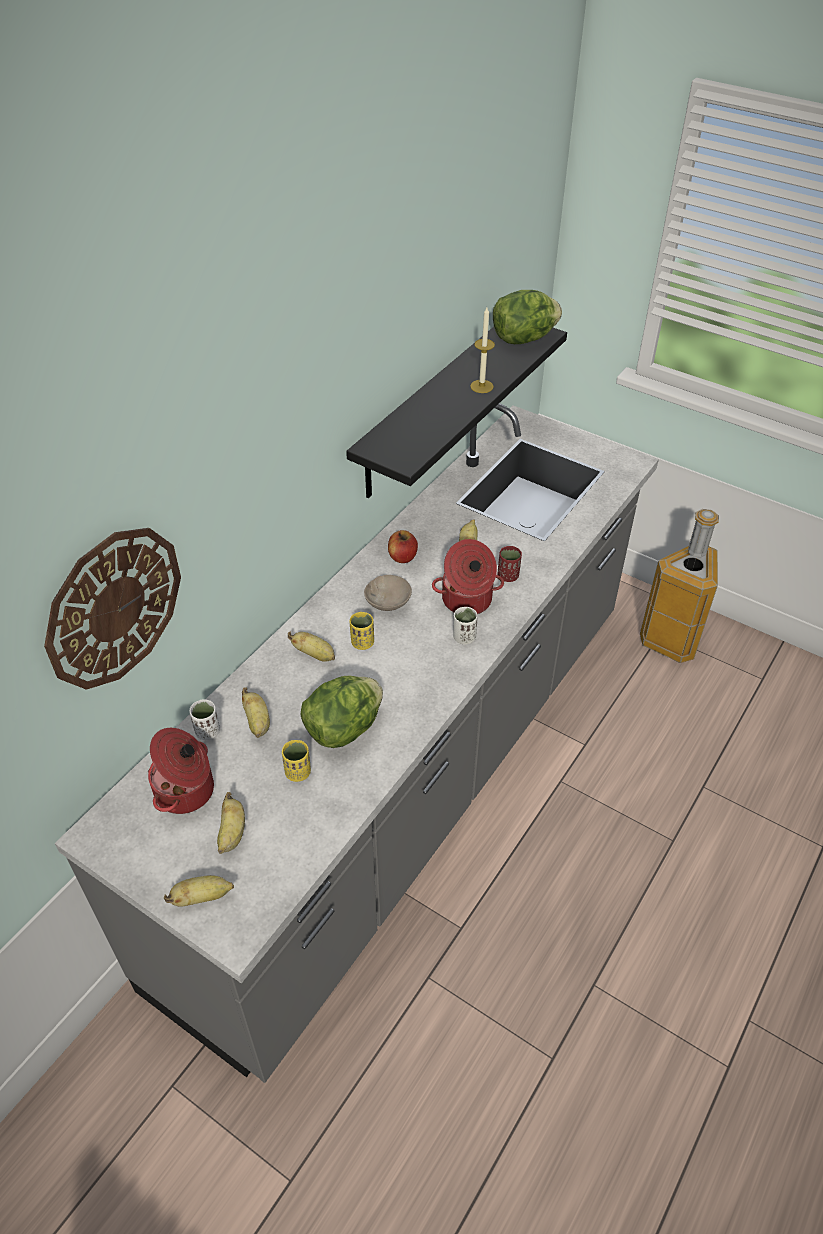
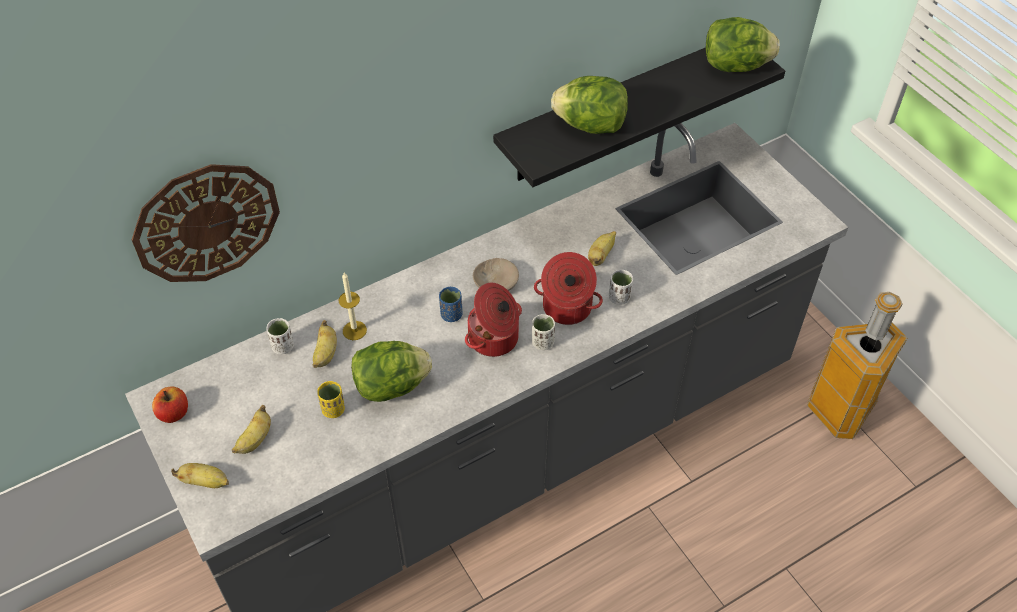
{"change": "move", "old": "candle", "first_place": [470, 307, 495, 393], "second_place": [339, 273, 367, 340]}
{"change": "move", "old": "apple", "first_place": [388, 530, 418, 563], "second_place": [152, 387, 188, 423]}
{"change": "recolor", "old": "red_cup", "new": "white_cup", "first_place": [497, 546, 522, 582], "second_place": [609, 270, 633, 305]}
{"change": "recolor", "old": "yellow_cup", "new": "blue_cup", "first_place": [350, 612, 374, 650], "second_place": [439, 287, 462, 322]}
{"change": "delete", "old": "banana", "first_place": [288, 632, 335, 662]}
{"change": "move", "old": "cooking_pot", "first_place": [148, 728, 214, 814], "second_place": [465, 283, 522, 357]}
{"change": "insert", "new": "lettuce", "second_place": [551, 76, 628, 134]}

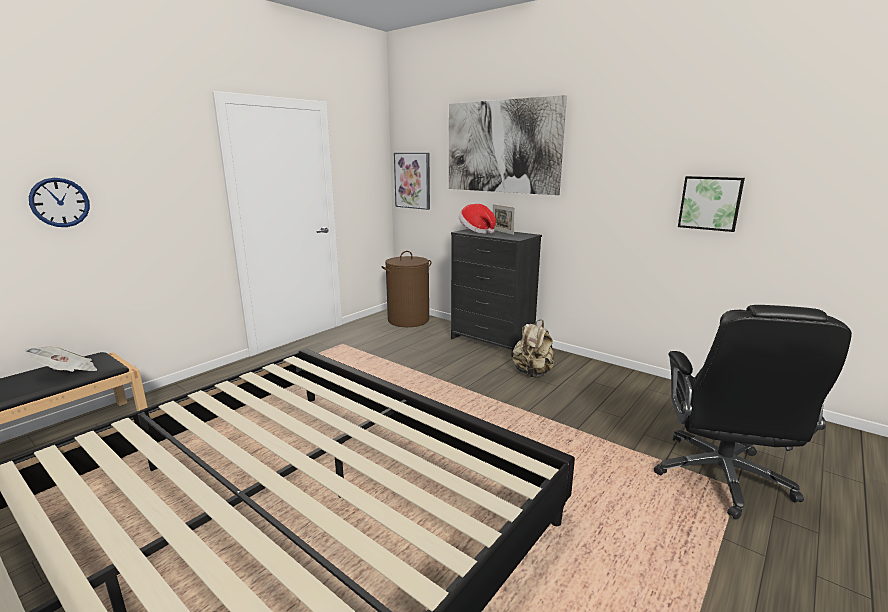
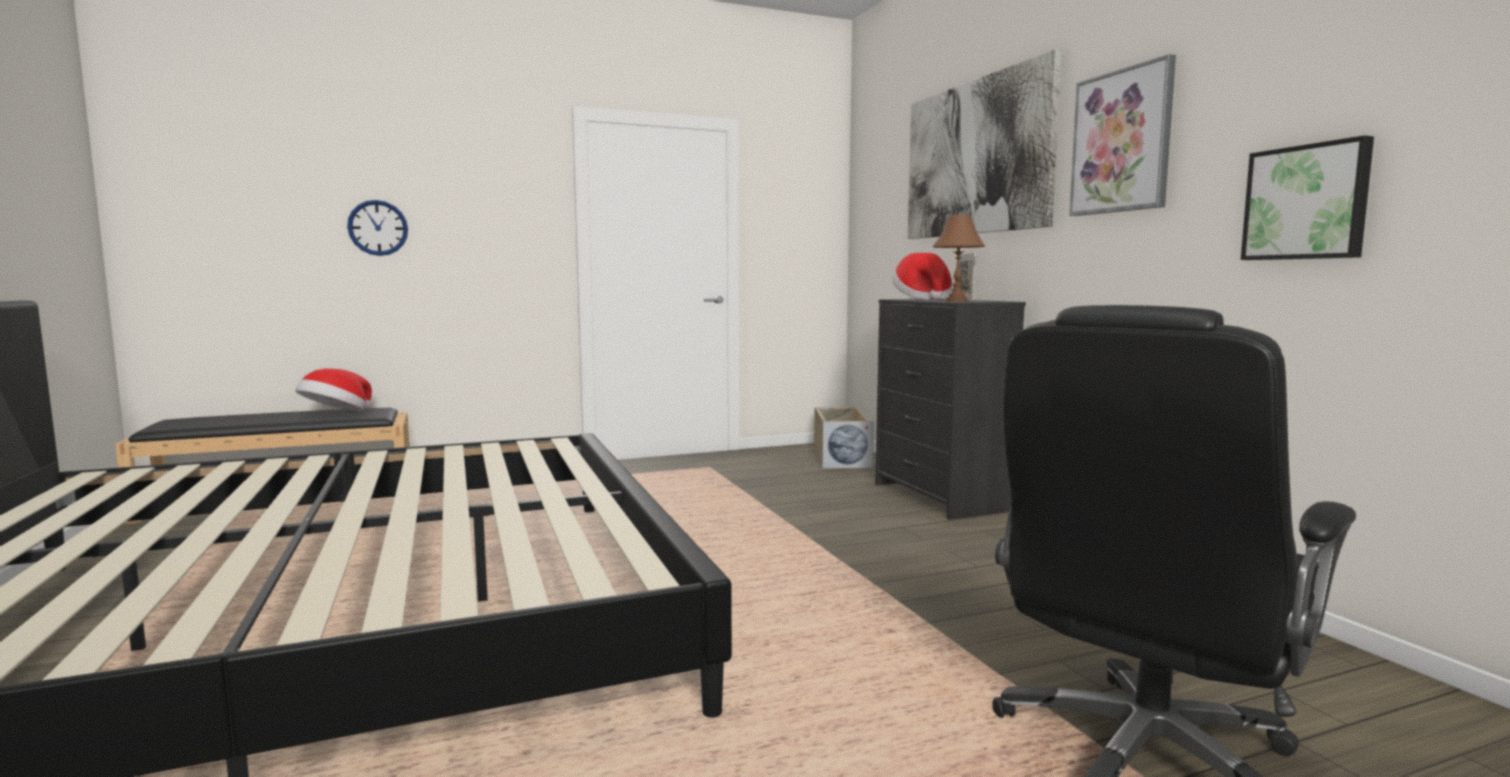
{"change": "move", "old": "picture", "first_place": [394, 153, 430, 210], "second_place": [1069, 54, 1176, 216]}
{"change": "replace", "old": "brown_laundry_basket", "new": "beige_storage_box", "first_place": [382, 251, 431, 327], "second_place": [814, 407, 874, 469]}
{"change": "delete", "old": "beige_backpack", "first_place": [512, 320, 554, 377]}
{"change": "replace", "old": "newspaper", "new": "hat", "first_place": [25, 347, 97, 372], "second_place": [295, 368, 372, 412]}
{"change": "insert", "new": "brown_table_lamp", "second_place": [933, 215, 985, 302]}

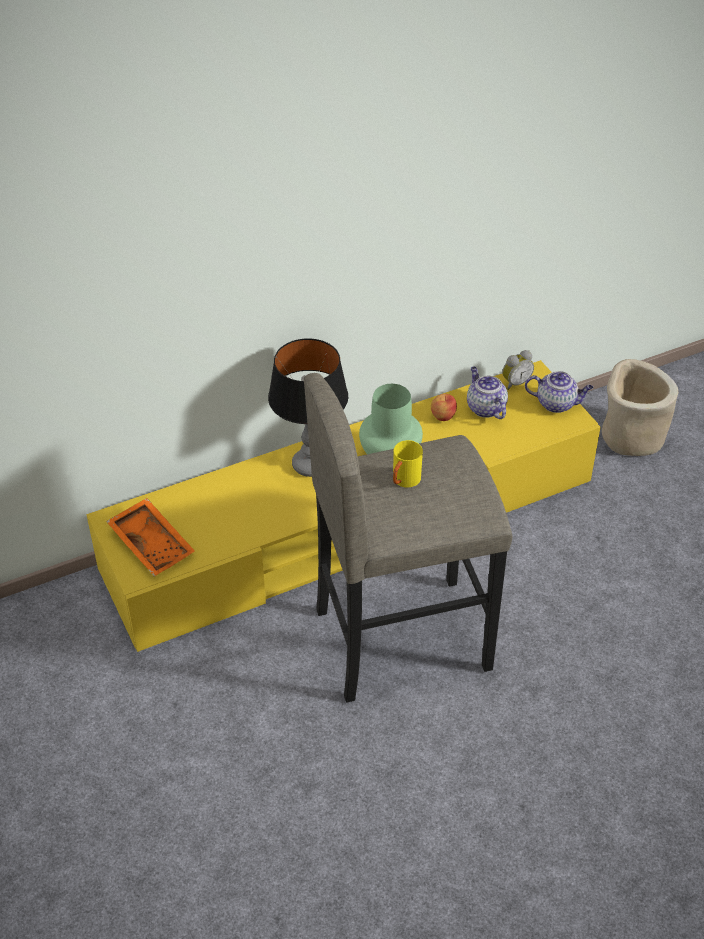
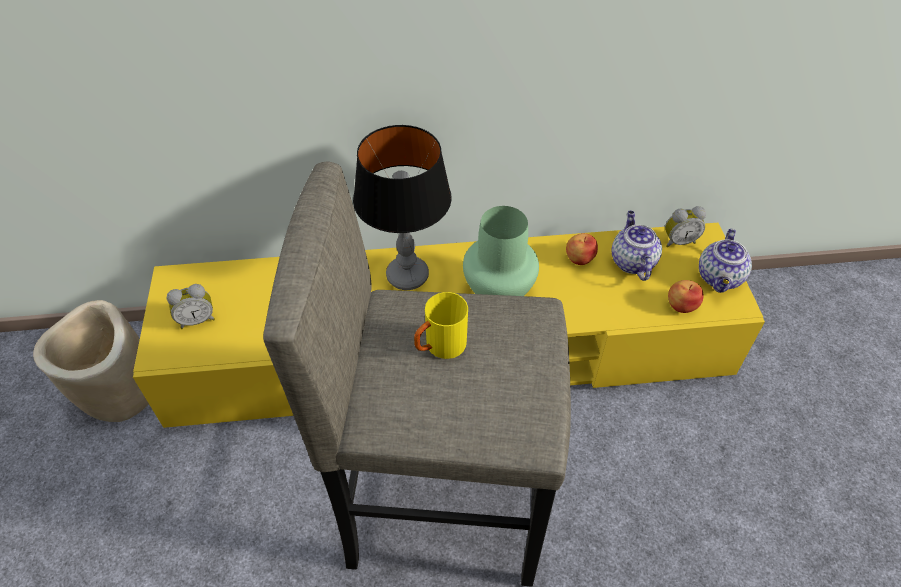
{"change": "move", "old": "beige_planter", "first_place": [602, 359, 678, 456], "second_place": [33, 300, 149, 422]}
{"change": "rotate", "old": "teapot", "first_place": [525, 371, 593, 413], "second_place": [699, 229, 752, 293], "degrees": 75}
{"change": "replace", "old": "orange_tray", "new": "alarm_clock", "first_place": [106, 498, 195, 577], "second_place": [167, 284, 215, 329]}
{"change": "insert", "new": "apple", "second_place": [668, 280, 703, 313]}

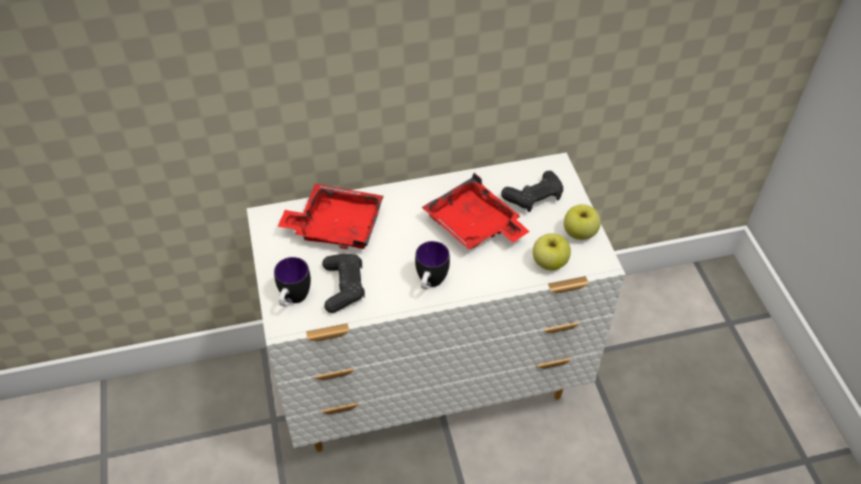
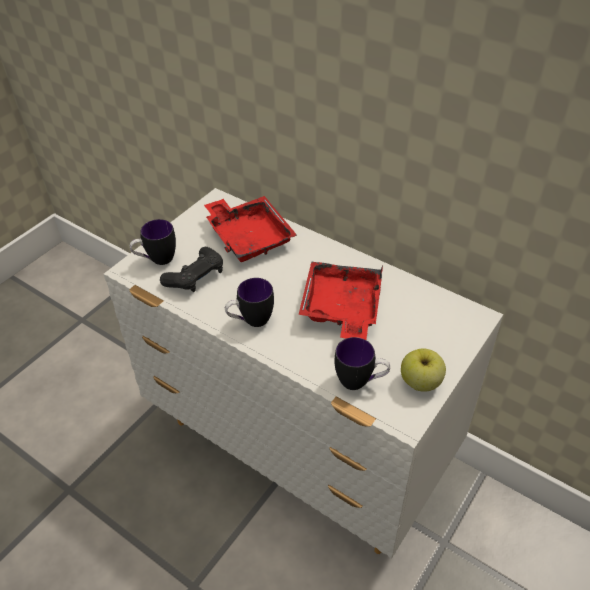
{"change": "delete", "old": "black_game_controller", "first_place": [501, 171, 563, 212]}
{"change": "replace", "old": "apple", "new": "mug", "first_place": [533, 233, 571, 271], "second_place": [335, 337, 390, 390]}

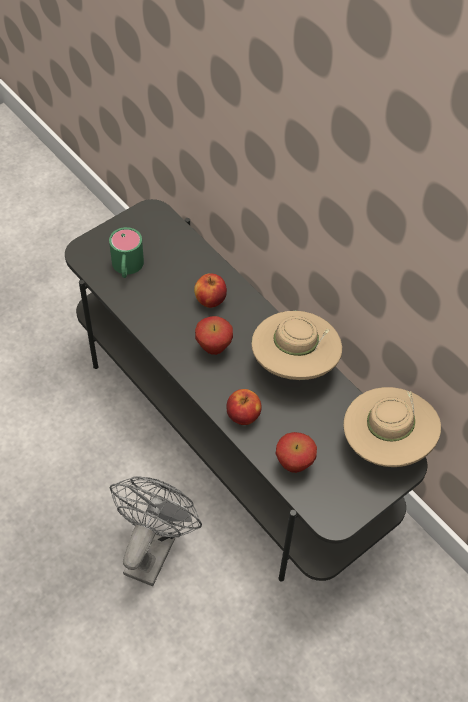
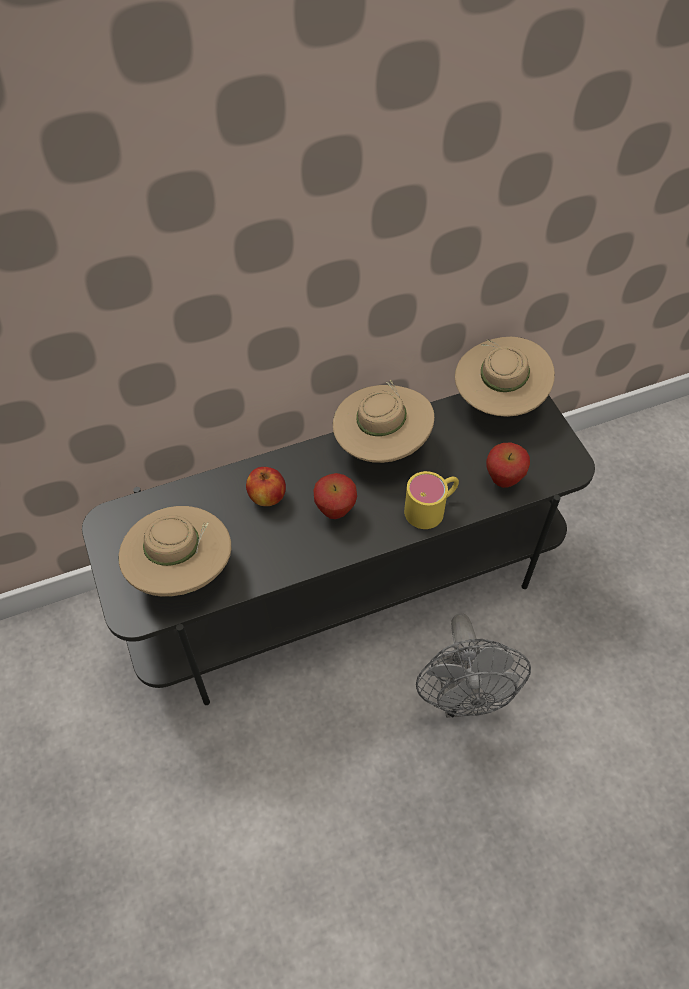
{"change": "replace", "old": "green_mug", "new": "beige_hat", "first_place": [109, 227, 144, 278], "second_place": [119, 506, 231, 597]}
{"change": "replace", "old": "apple", "new": "yellow_mug", "first_place": [226, 389, 262, 425], "second_place": [404, 471, 459, 529]}
{"change": "rotate", "old": "grey_fan", "first_place": [109, 476, 202, 586], "second_place": [416, 613, 531, 718], "degrees": -135}

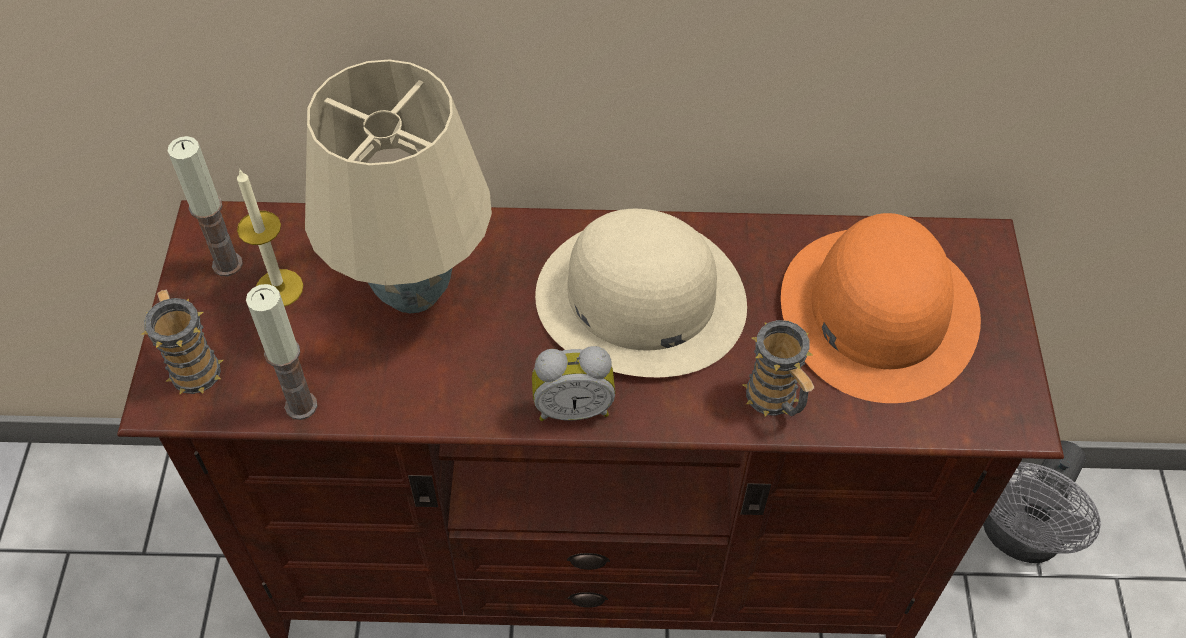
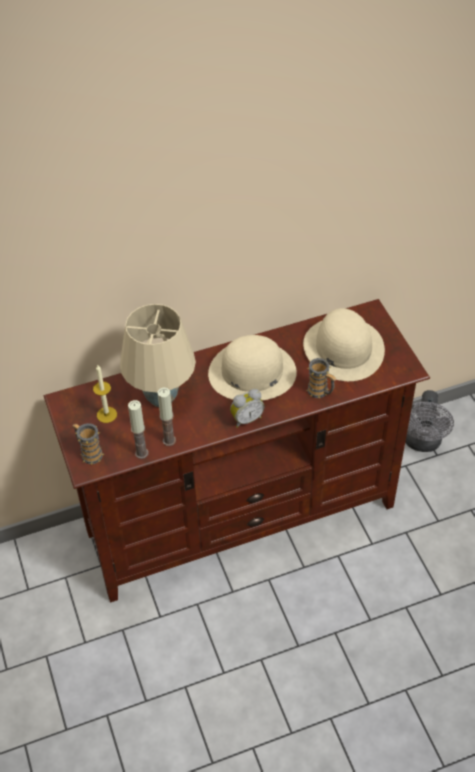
{"change": "move", "old": "candle", "first_place": [168, 136, 243, 277], "second_place": [157, 387, 176, 446]}
{"change": "recolor", "old": "orange_hat", "new": "beige_hat", "first_place": [781, 213, 981, 403], "second_place": [303, 308, 385, 381]}

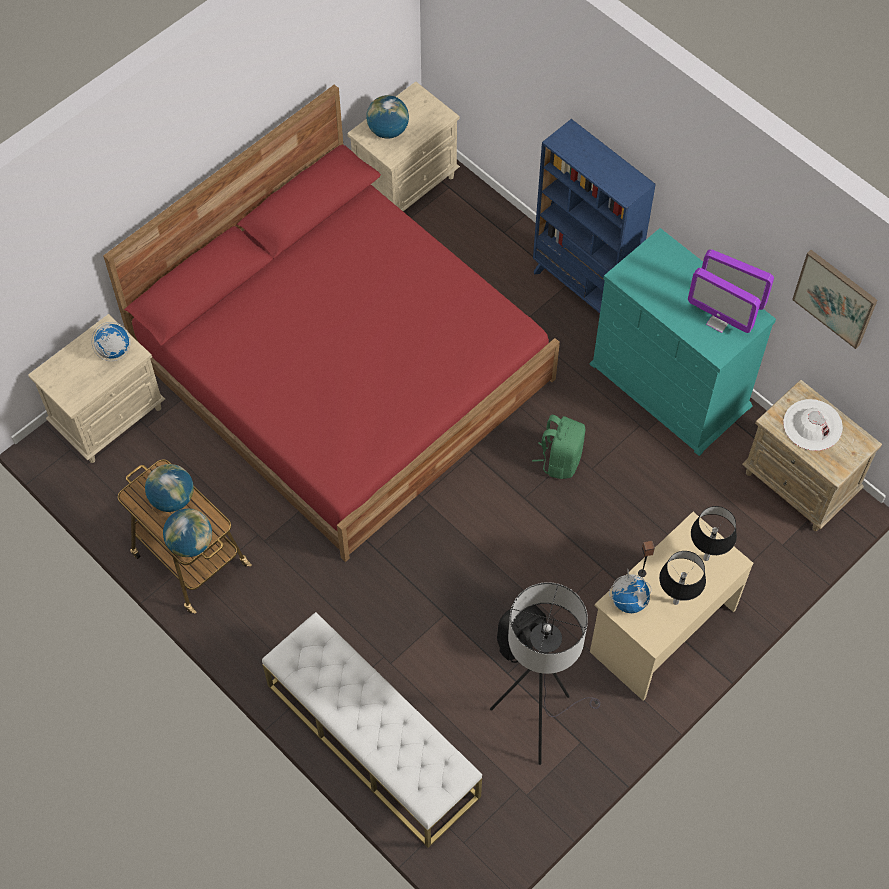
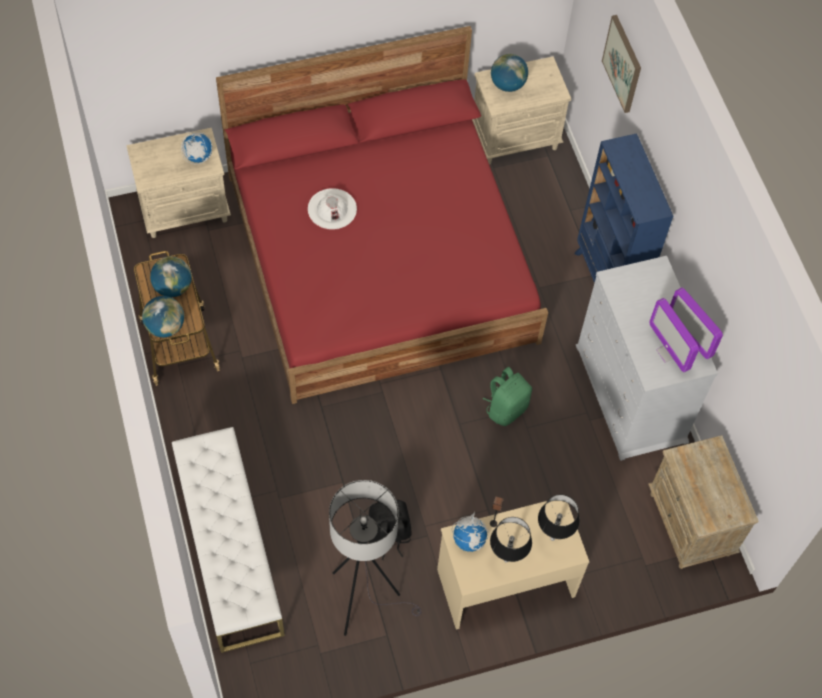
{"change": "recolor", "old": "turquoise_dresser", "new": "white_dresser", "first_place": [590, 228, 776, 456], "second_place": [576, 256, 718, 461]}
{"change": "move", "old": "picture", "first_place": [792, 250, 877, 349], "second_place": [602, 15, 641, 113]}
{"change": "move", "old": "white_hat", "first_place": [783, 399, 843, 451], "second_place": [308, 188, 357, 230]}

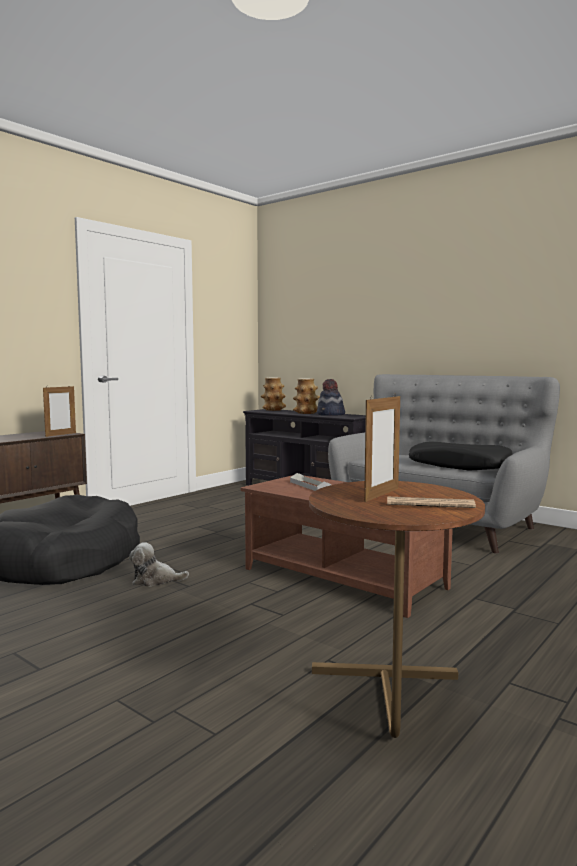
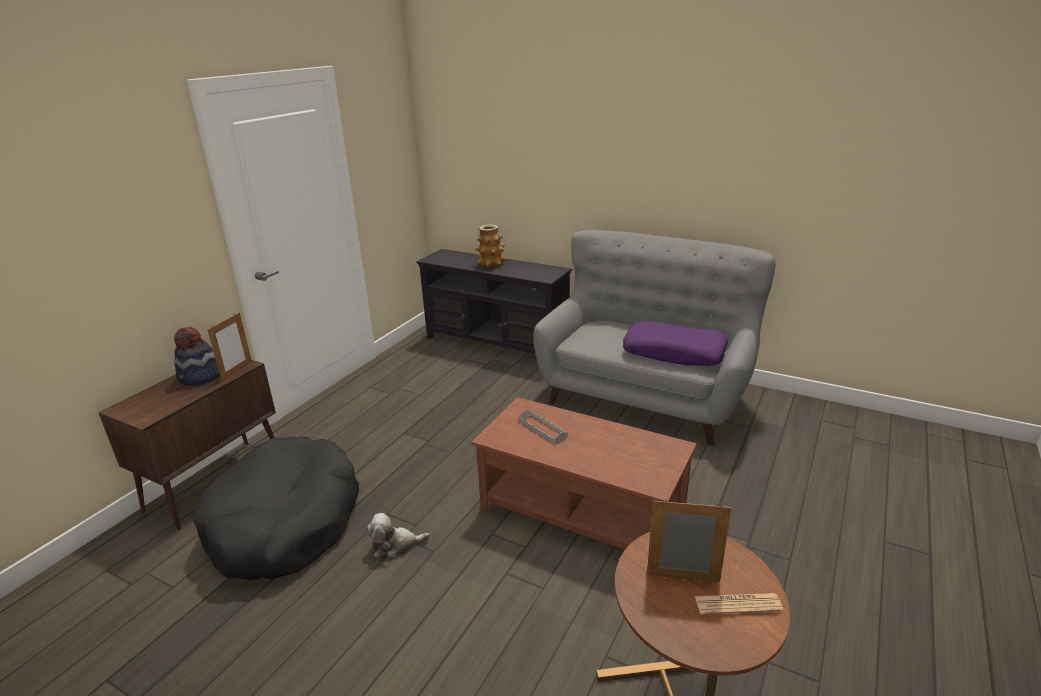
{"change": "delete", "old": "vase", "first_place": [261, 377, 286, 411]}
{"change": "move", "old": "hat", "first_place": [317, 379, 345, 416], "second_place": [174, 327, 220, 385]}
{"change": "rotate", "old": "picture_frame", "first_place": [364, 393, 400, 502], "second_place": [647, 500, 731, 582], "degrees": -105}
{"change": "recolor", "old": "black_pillow", "new": "purple_pillow", "first_place": [409, 442, 513, 470], "second_place": [623, 321, 728, 366]}

